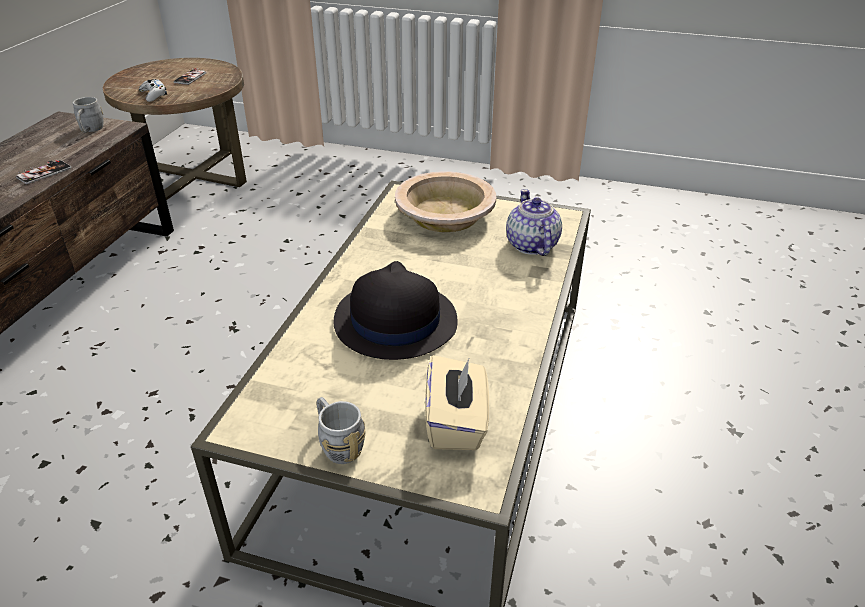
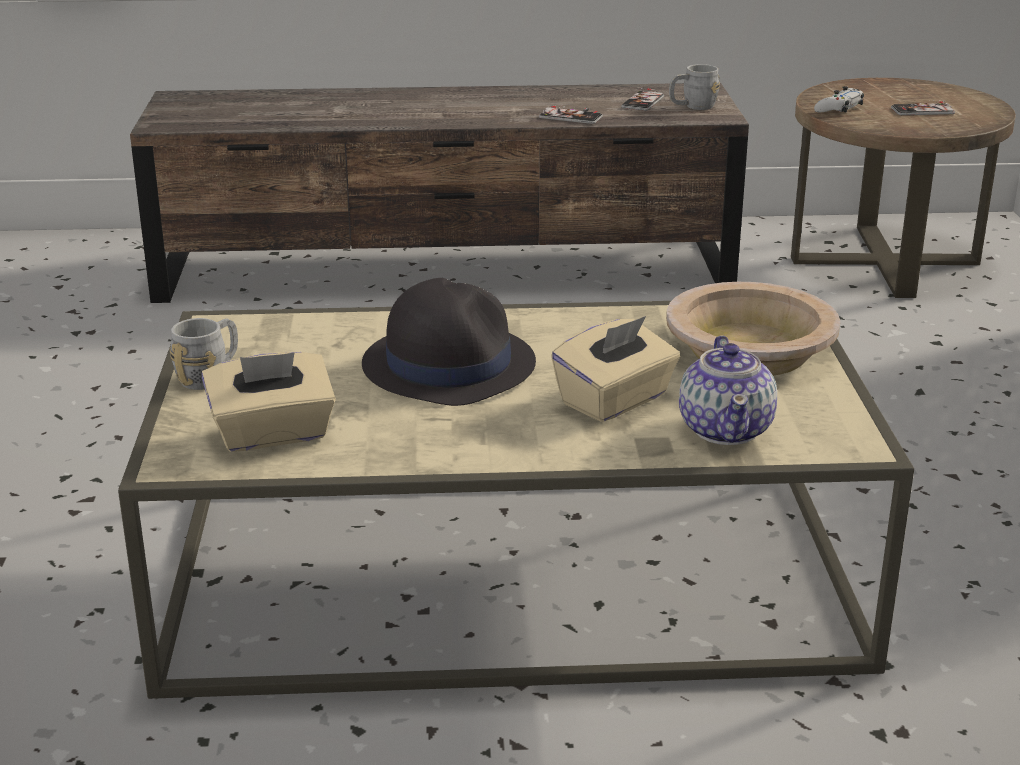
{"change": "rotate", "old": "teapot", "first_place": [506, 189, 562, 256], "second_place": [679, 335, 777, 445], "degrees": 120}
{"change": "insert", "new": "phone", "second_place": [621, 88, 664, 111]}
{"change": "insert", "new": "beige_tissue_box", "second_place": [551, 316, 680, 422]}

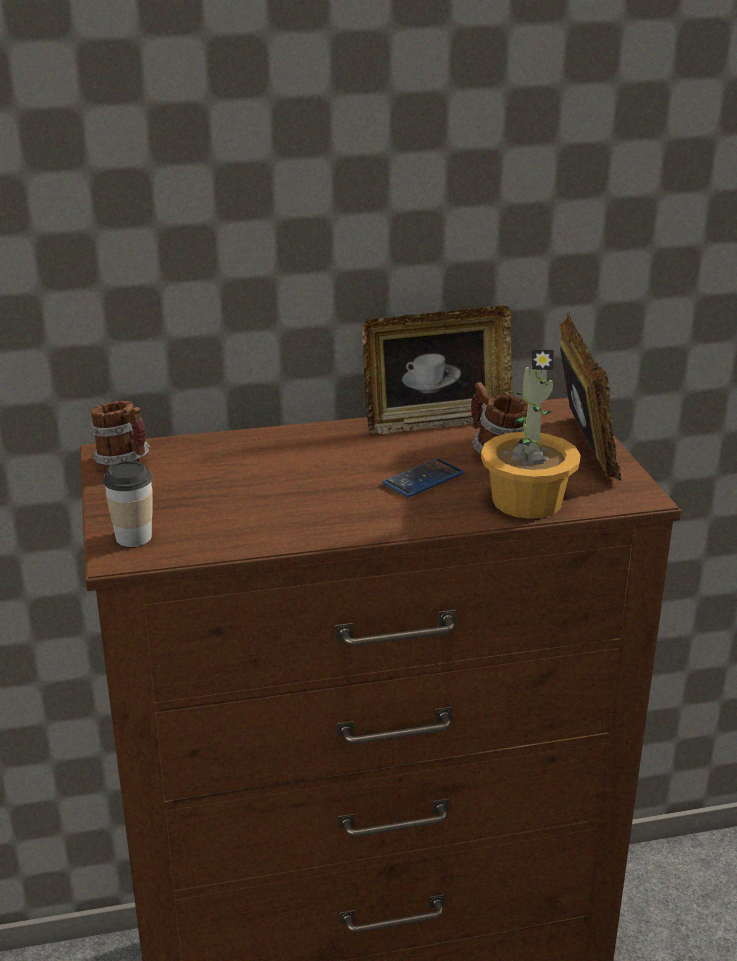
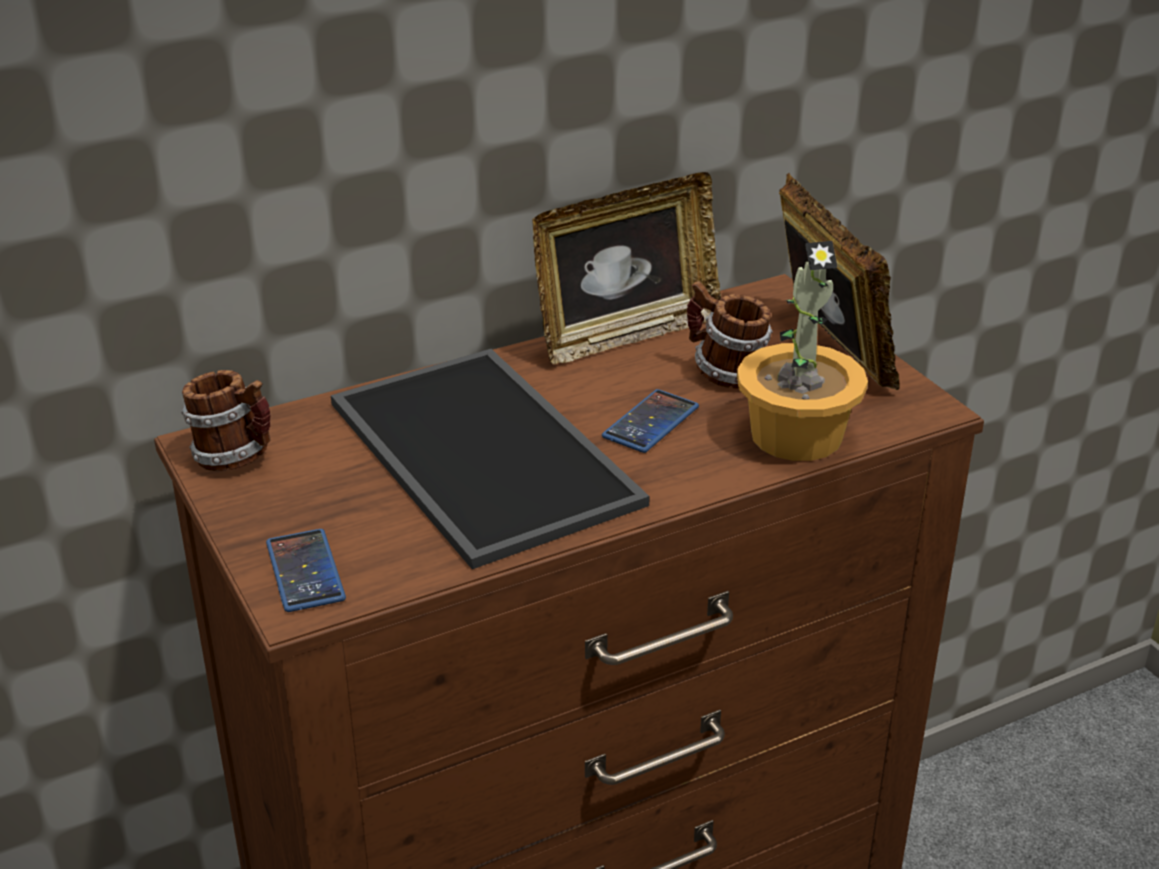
{"change": "replace", "old": "cup", "new": "phone", "first_place": [103, 461, 153, 547], "second_place": [266, 529, 346, 612]}
{"change": "insert", "new": "tray", "second_place": [331, 349, 650, 569]}

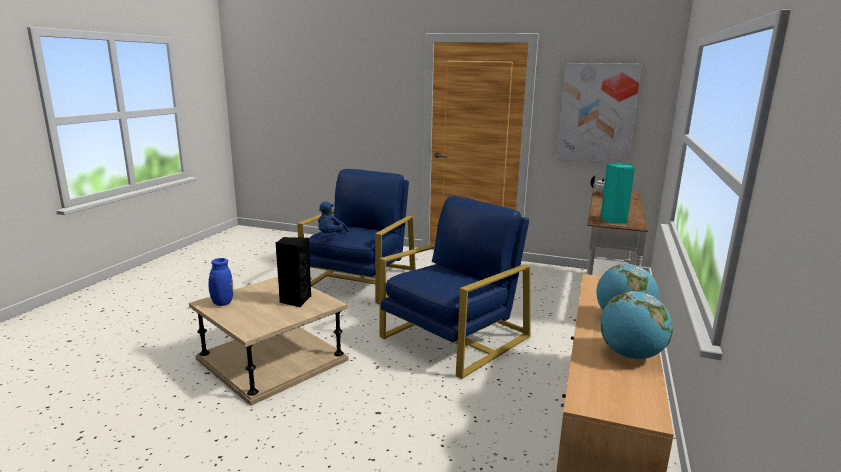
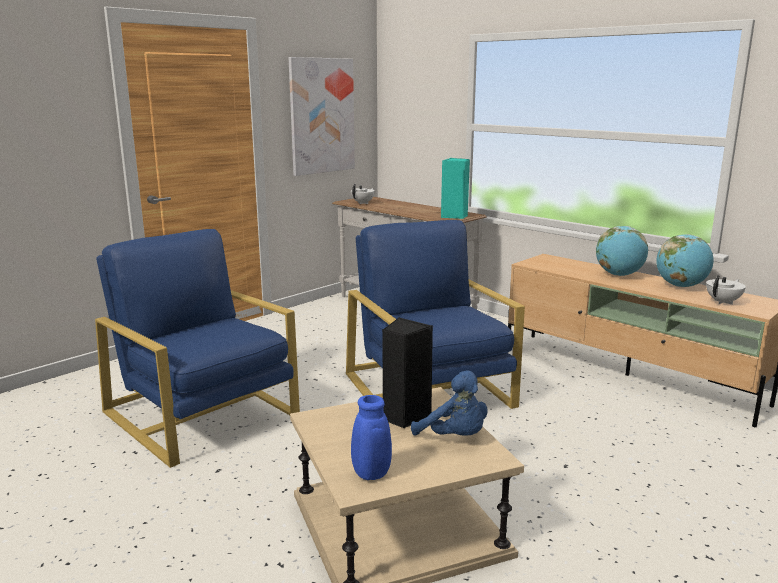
{"change": "move", "old": "blue_plush_toy", "first_place": [318, 202, 349, 233], "second_place": [411, 370, 487, 435]}
{"change": "insert", "new": "white_teapot", "second_place": [706, 275, 746, 305]}

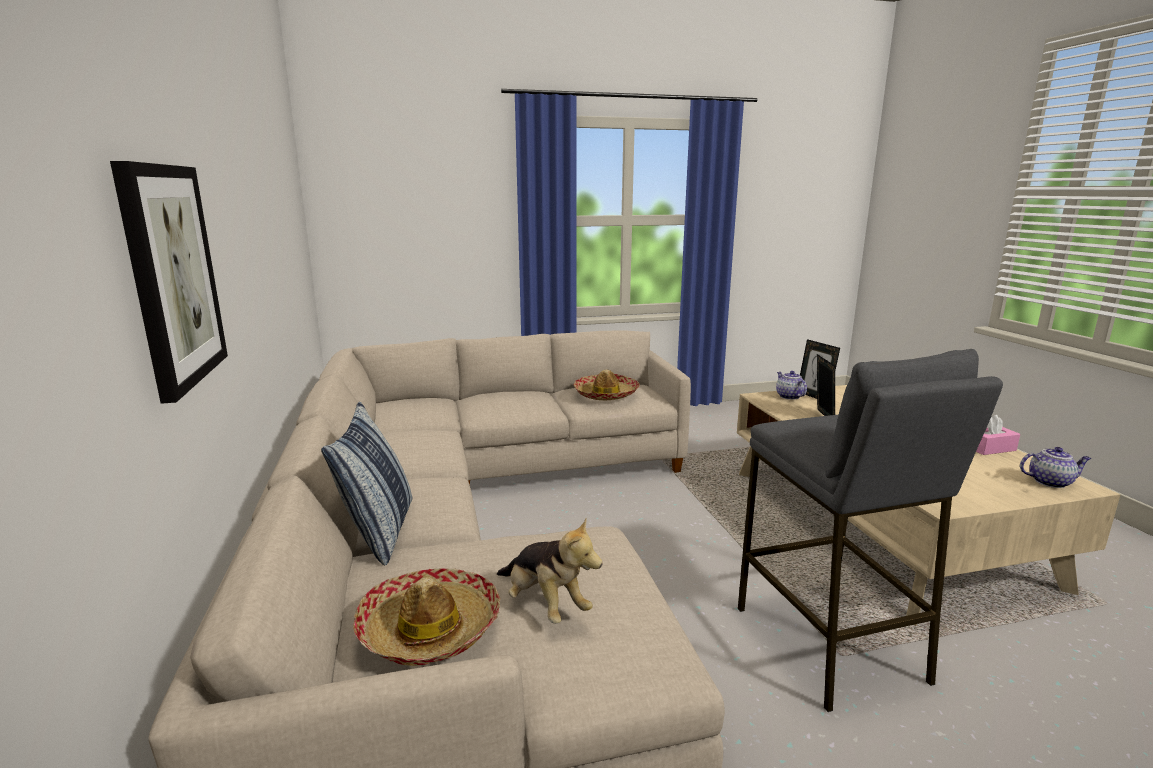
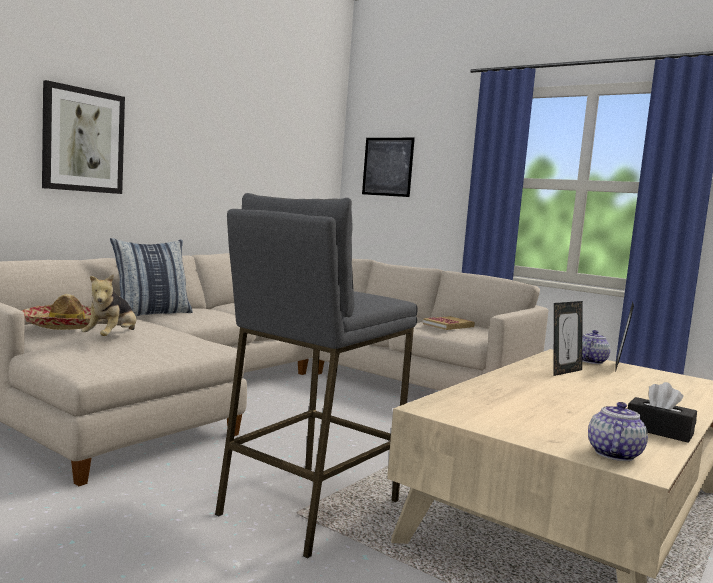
{"change": "replace", "old": "hat", "new": "book", "first_place": [574, 370, 640, 400], "second_place": [423, 316, 475, 330]}
{"change": "recolor", "old": "pink_tissue_box", "new": "black_tissue_box", "first_place": [976, 415, 1020, 455], "second_place": [628, 382, 697, 443]}
{"change": "rotate", "old": "teapot", "first_place": [1020, 447, 1091, 488], "second_place": [588, 402, 648, 461], "degrees": -120}
{"change": "insert", "new": "picture", "second_place": [362, 138, 415, 197]}

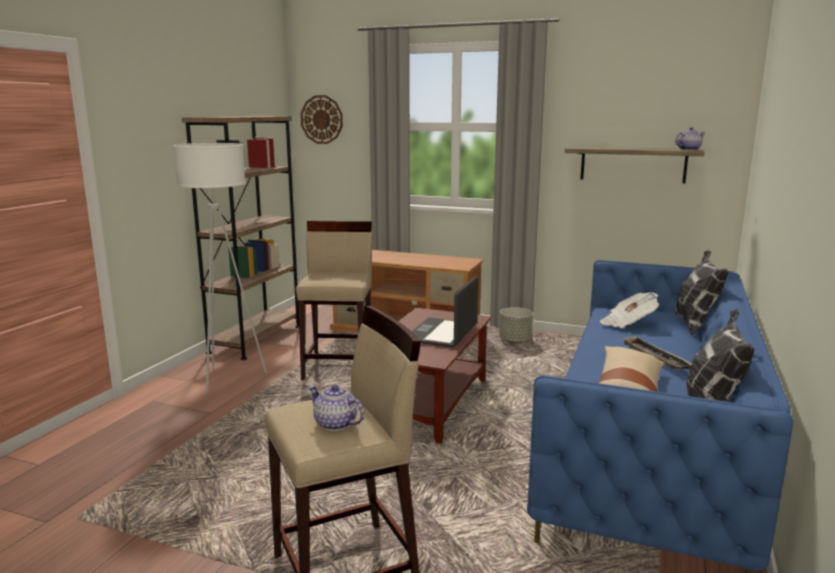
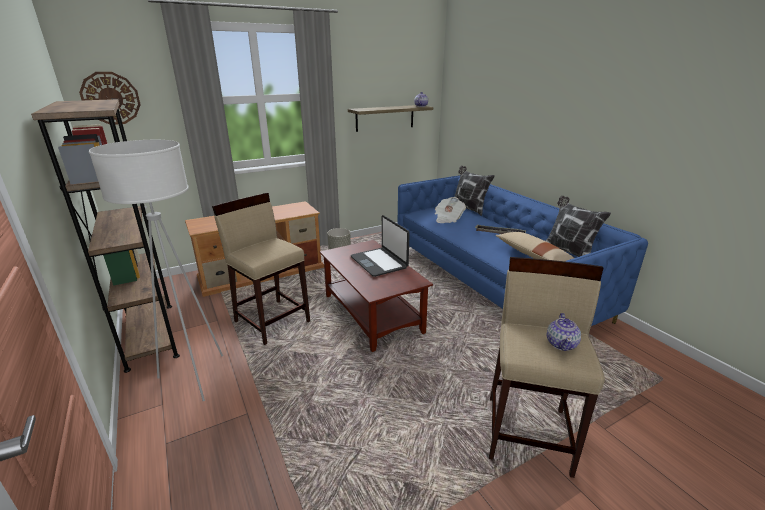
{"change": "rotate", "old": "teapot", "first_place": [308, 384, 364, 431], "second_place": [547, 313, 581, 351], "degrees": -60}

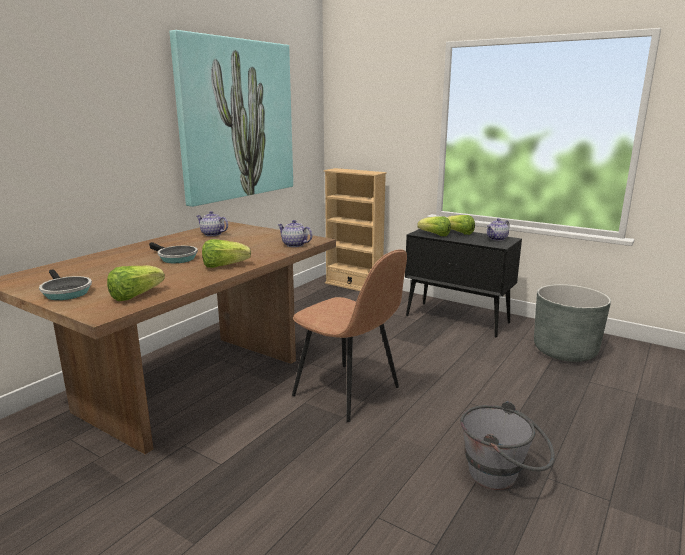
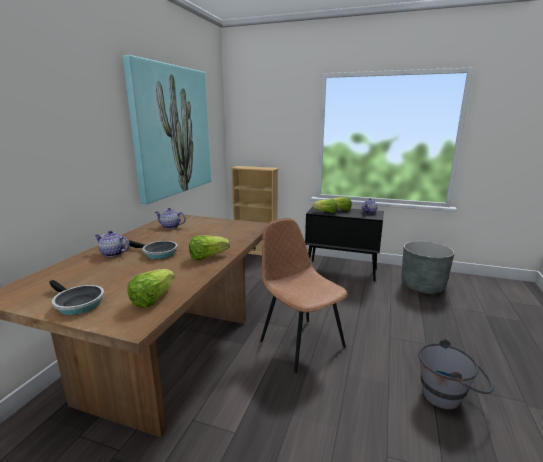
{"change": "move", "old": "teapot", "first_place": [277, 220, 312, 247], "second_place": [94, 231, 130, 257]}
{"change": "rotate", "old": "brown_chair", "first_place": [292, 249, 407, 422], "second_place": [260, 218, 348, 373], "degrees": -150}

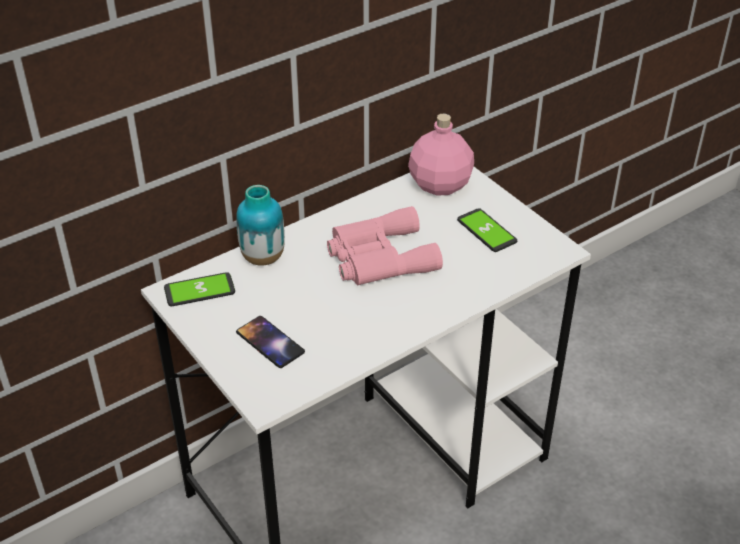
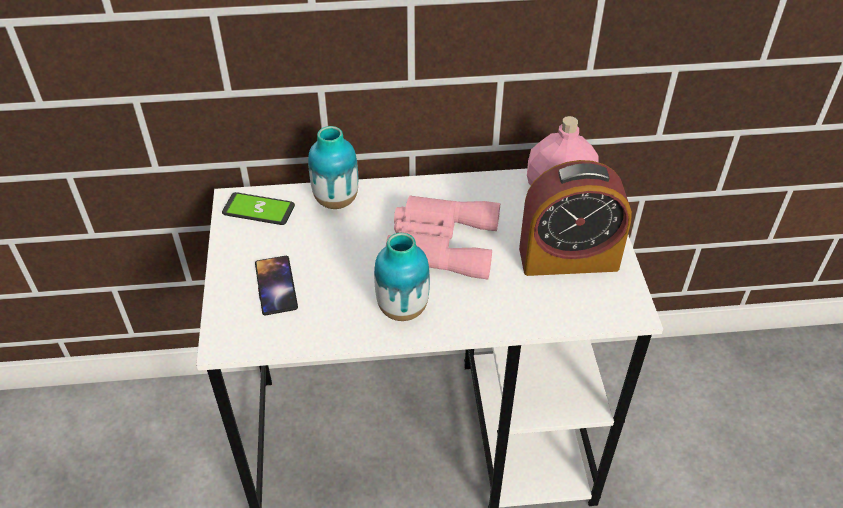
{"change": "replace", "old": "phone", "new": "alarm_clock", "first_place": [457, 208, 517, 252], "second_place": [519, 160, 632, 276]}
{"change": "insert", "new": "vase", "second_place": [374, 233, 430, 321]}

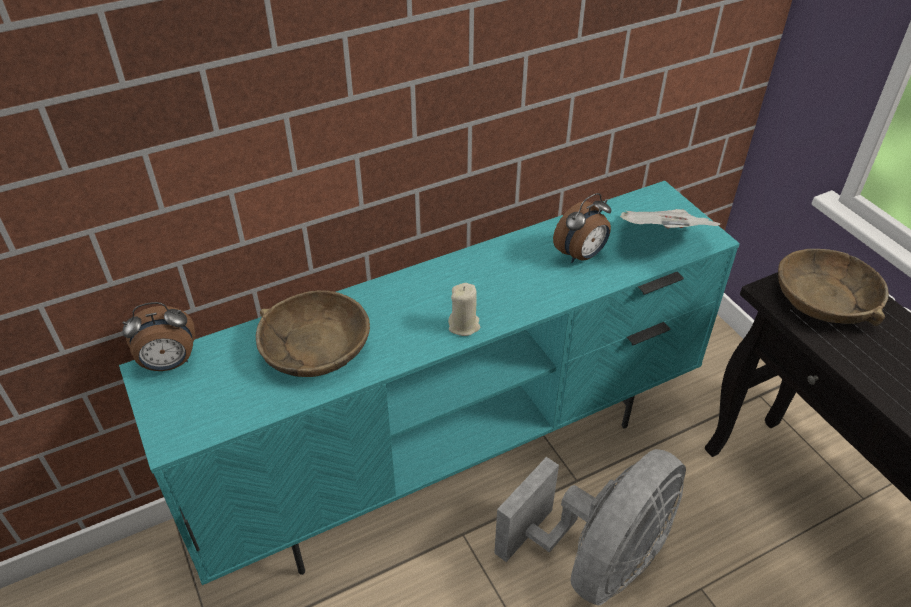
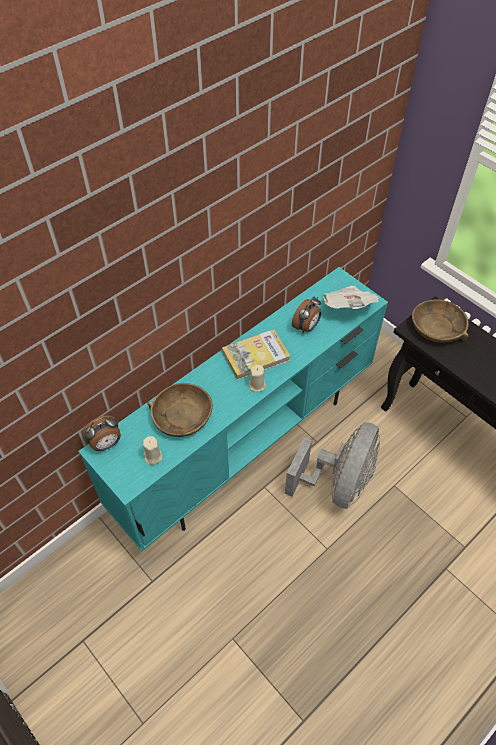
{"change": "insert", "new": "book", "second_place": [222, 329, 290, 380]}
{"change": "insert", "new": "beige_candle", "second_place": [143, 436, 162, 465]}

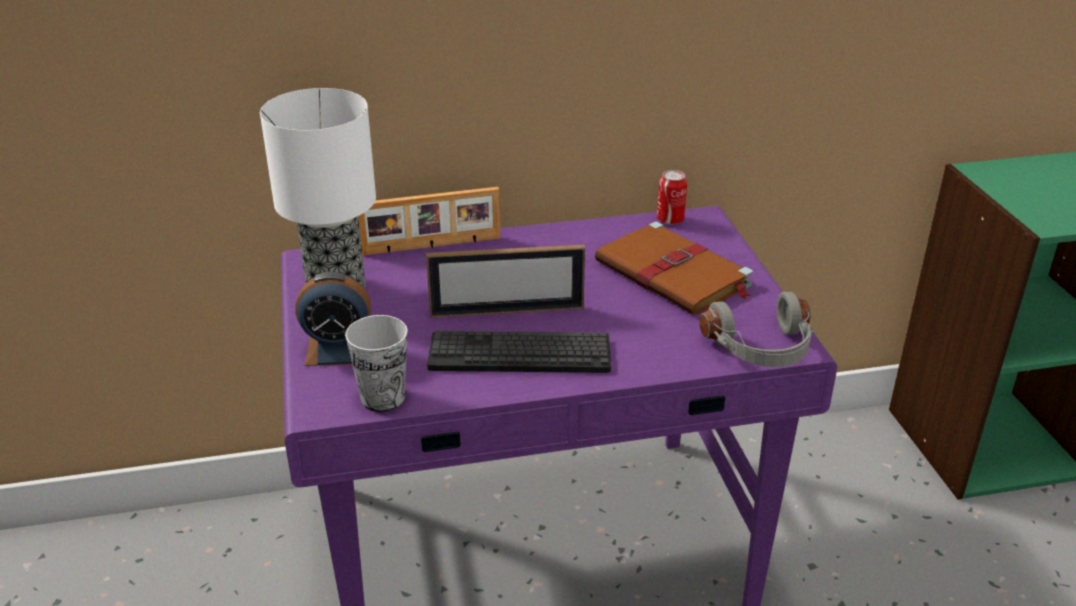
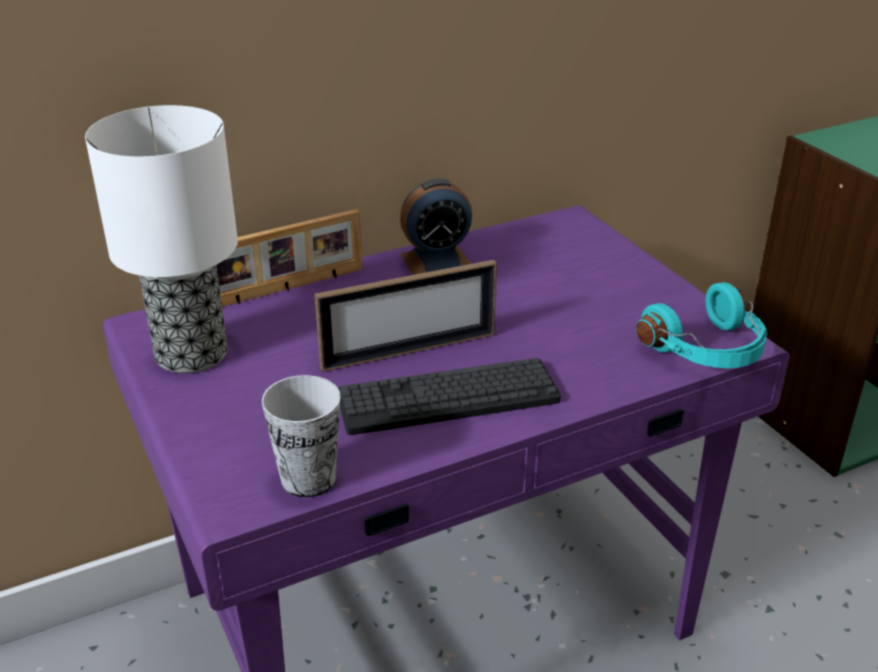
{"change": "delete", "old": "can", "first_place": [657, 170, 687, 225]}
{"change": "delete", "old": "brown_book", "first_place": [595, 222, 753, 315]}
{"change": "move", "old": "alarm_clock", "first_place": [295, 272, 371, 366], "second_place": [400, 179, 472, 275]}
{"change": "recolor", "old": "grey_headphones", "new": "turquoise_headphones", "first_place": [699, 292, 815, 367], "second_place": [636, 282, 767, 368]}

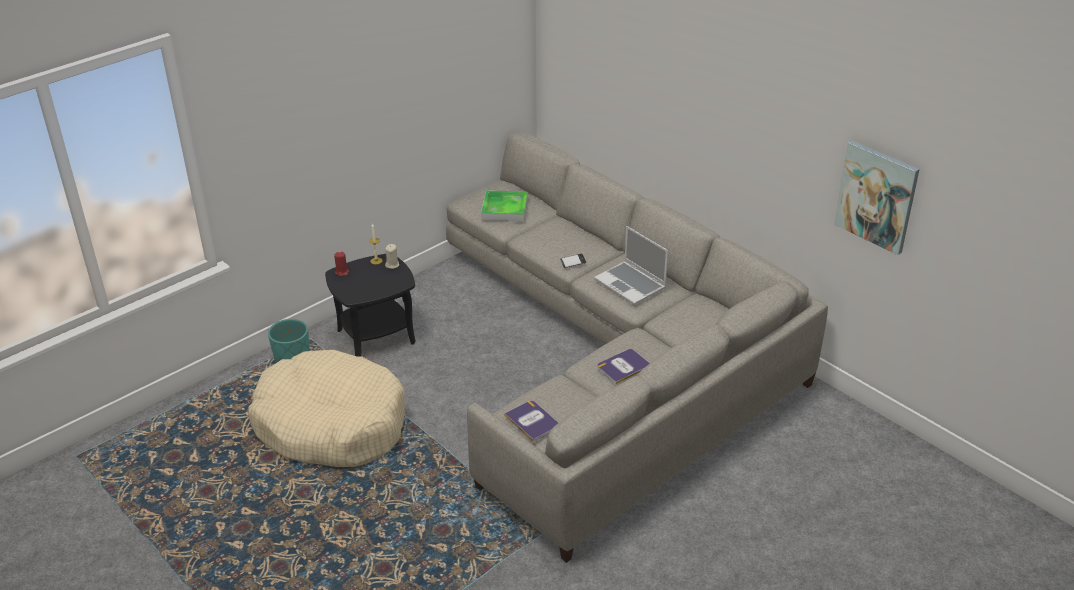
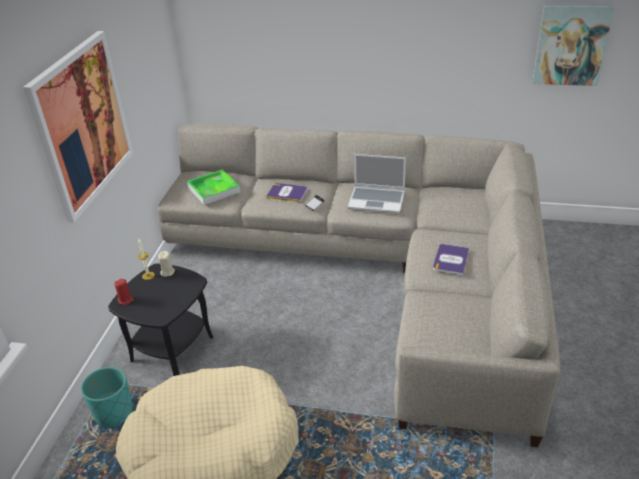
{"change": "move", "old": "book", "first_place": [504, 401, 558, 442], "second_place": [266, 183, 307, 202]}
{"change": "insert", "new": "picture", "second_place": [23, 31, 133, 223]}

